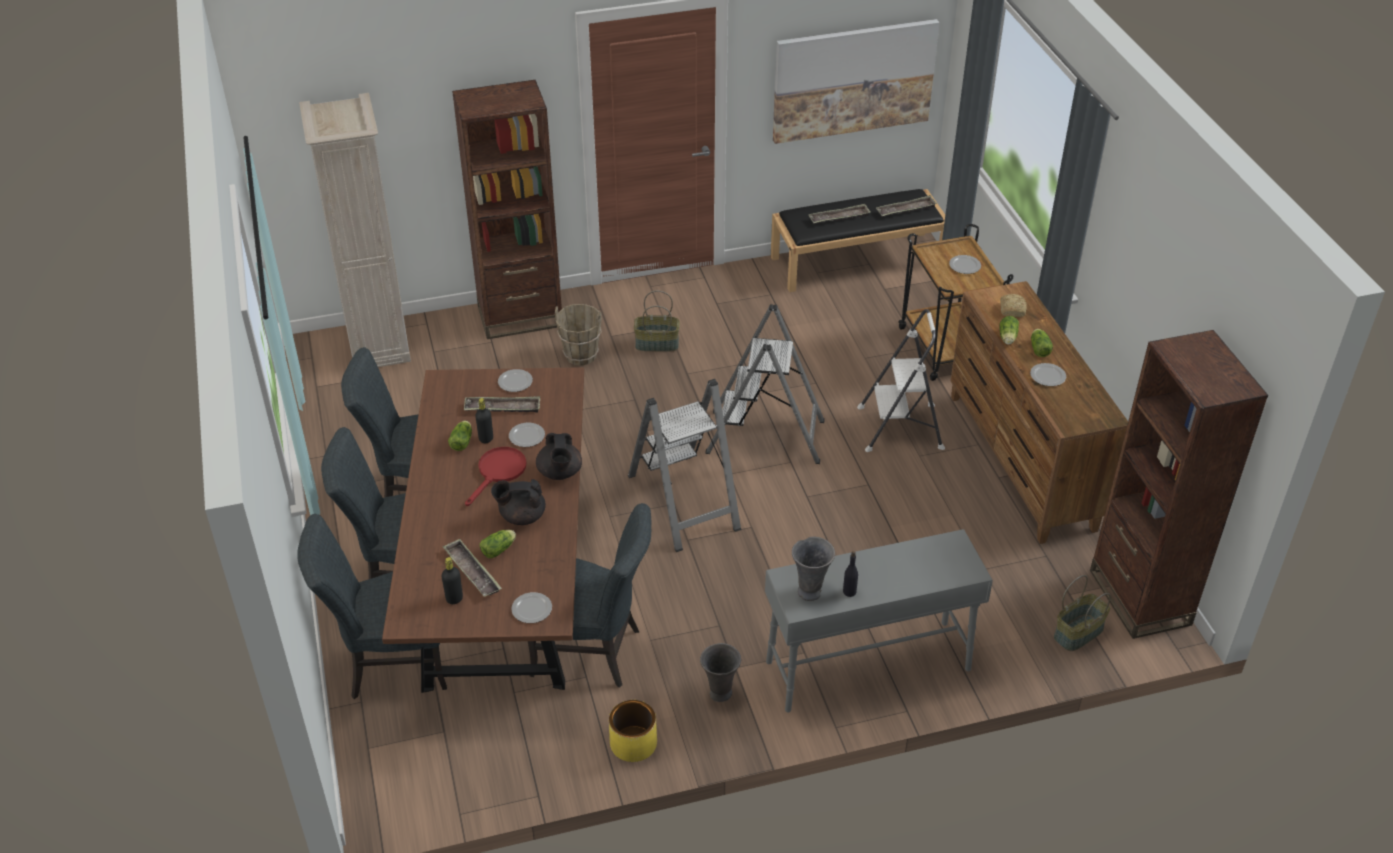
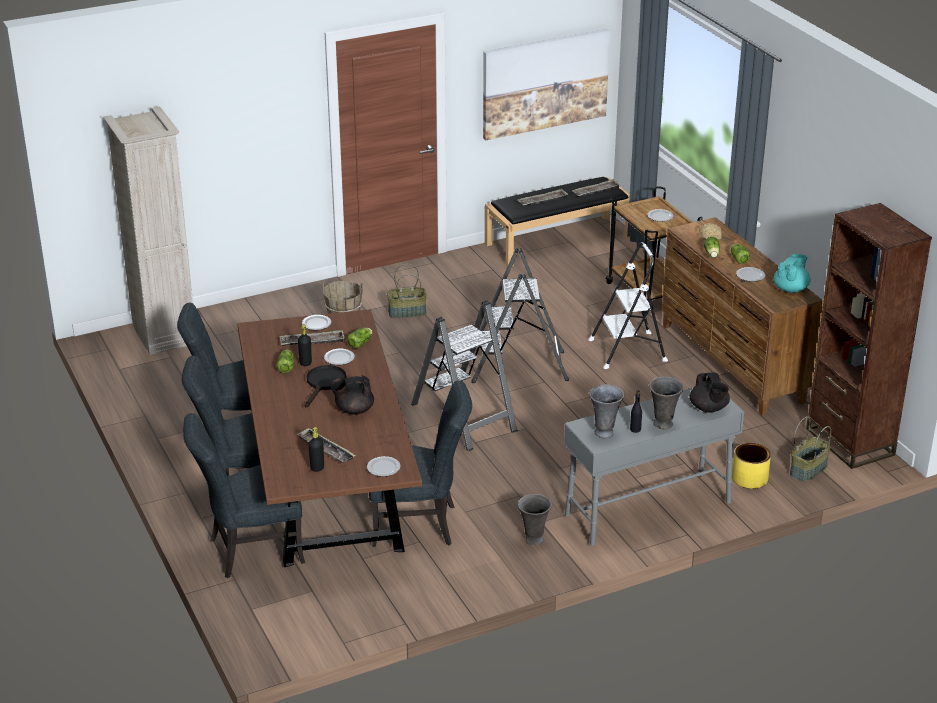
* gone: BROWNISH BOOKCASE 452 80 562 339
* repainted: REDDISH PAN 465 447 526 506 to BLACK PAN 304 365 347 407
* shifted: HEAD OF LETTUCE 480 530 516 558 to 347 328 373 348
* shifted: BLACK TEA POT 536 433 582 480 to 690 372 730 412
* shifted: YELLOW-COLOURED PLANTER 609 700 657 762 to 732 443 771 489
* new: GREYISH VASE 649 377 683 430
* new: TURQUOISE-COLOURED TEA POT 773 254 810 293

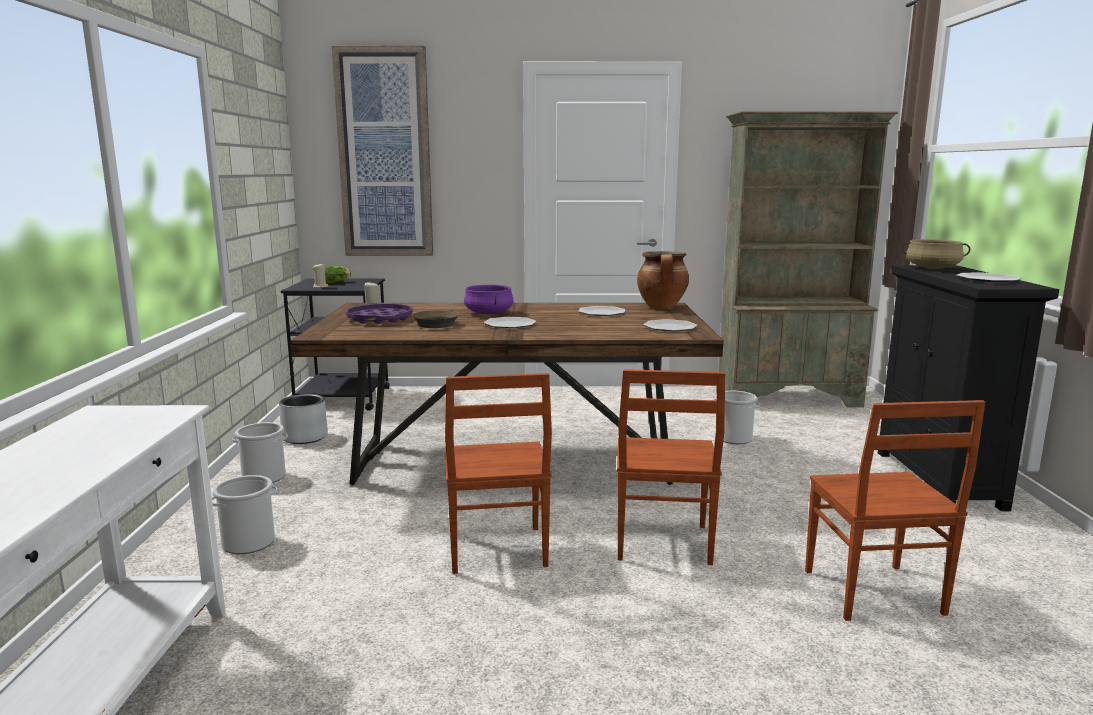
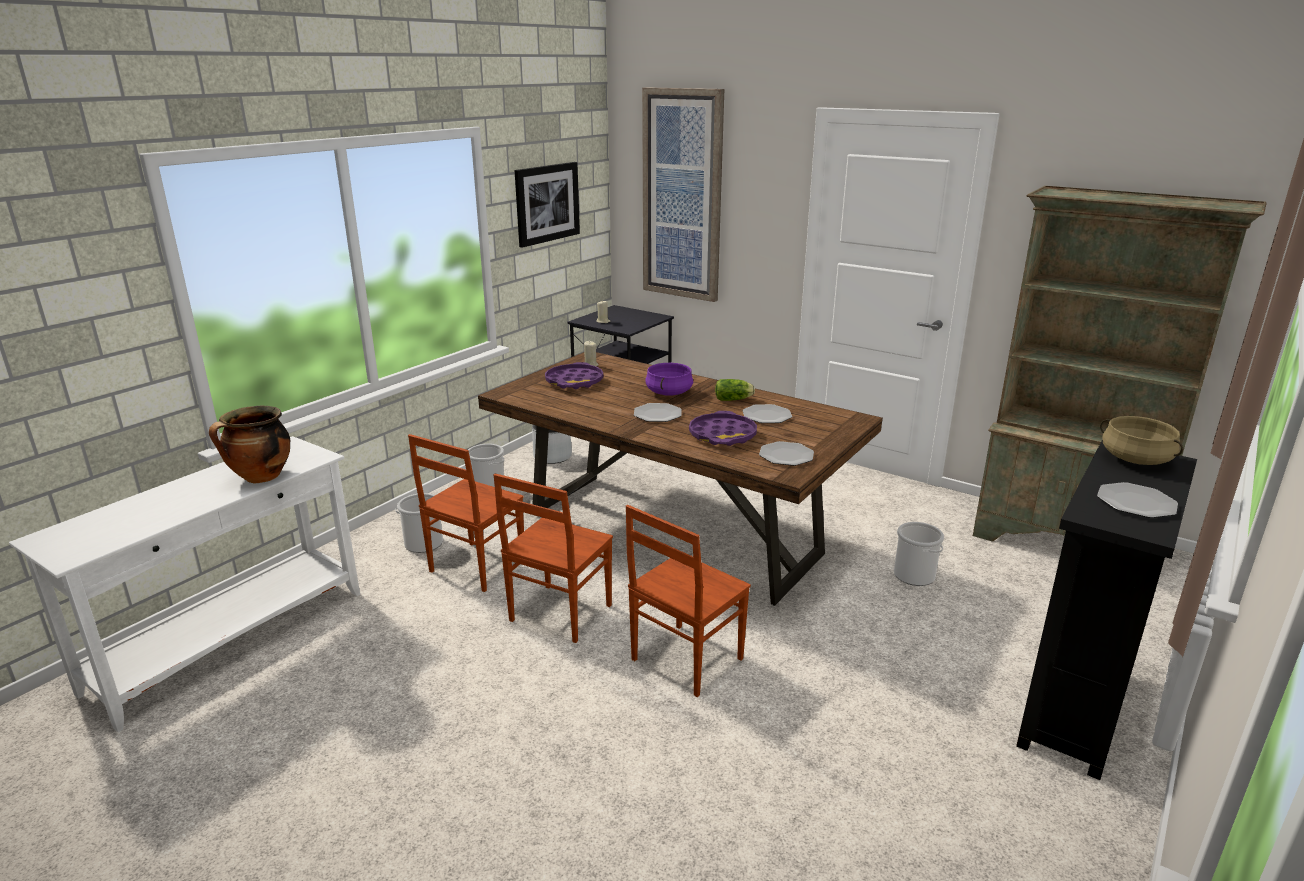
* shifted: HEAD OF LETTUCE 325 266 351 284 to 715 379 755 401
* gone: BROWNISH PAN 412 309 460 328
* shifted: SAUCEPOT 637 251 689 309 to 209 406 290 483
* shifted: BROWNISH CHAIR 805 400 986 621 to 408 434 524 592
* new: WALL ART 514 162 580 248
* new: PURPLISH CARRYING TRAY 689 411 757 446

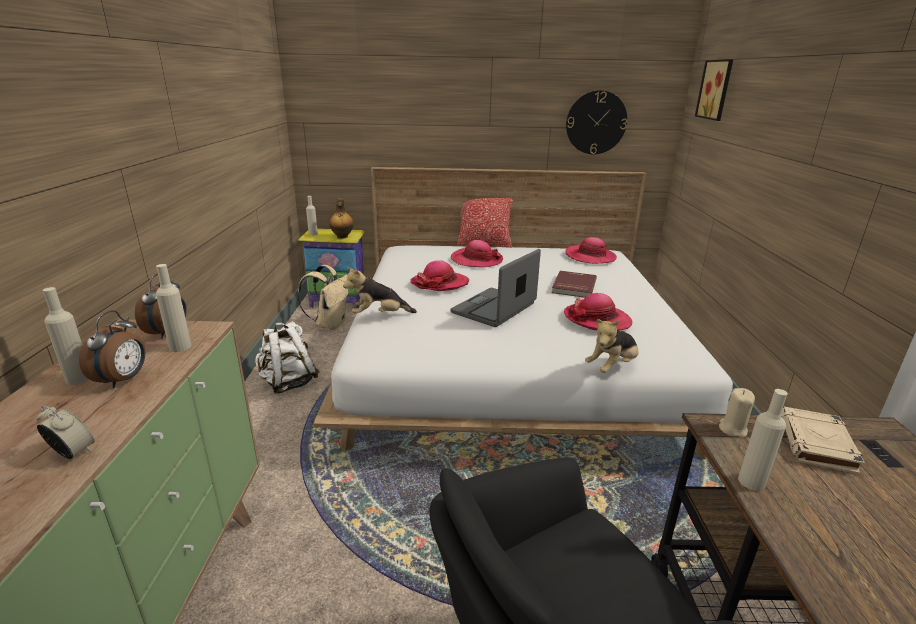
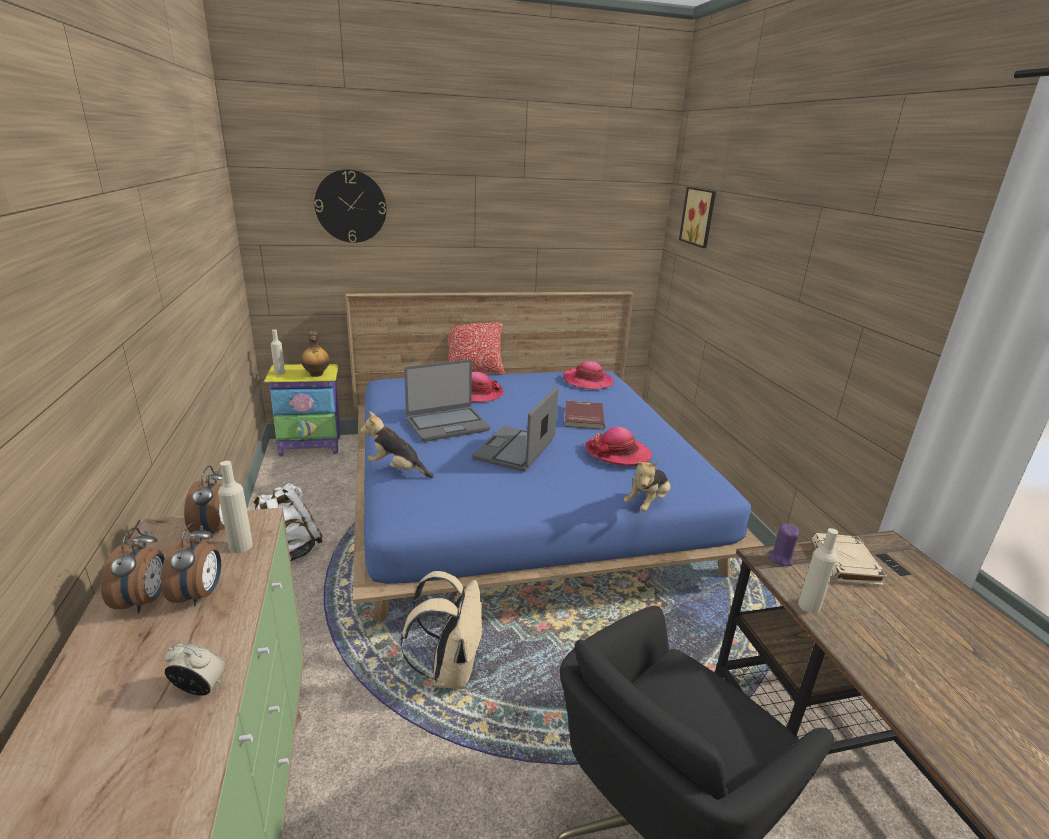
* swapped: BEIGE-COLOURED DRINK BOTTLE 43 287 89 385 to BEDSIDE CLOCK 101 527 165 613
* shifted: BEIGE-COLOURED KNAPSACK 298 265 349 330 to 401 571 484 689
* repainted: WHITE-COLOURED BED 313 167 733 459 to BLUE BED 345 292 764 623
* rotated: SOFT TOY 343 267 417 313 = 360 411 435 478 45 degrees clockwise
* swapped: HAT 410 260 469 291 to NOTEBOOK COMPUTER 404 360 490 442
* shifted: WALL CLOCK 566 90 627 154 to 314 169 386 243
* repainted: BEIGE-COLOURED WAX CANDLE 719 388 755 438 to PURPLISH WAX CANDLE 769 523 799 566

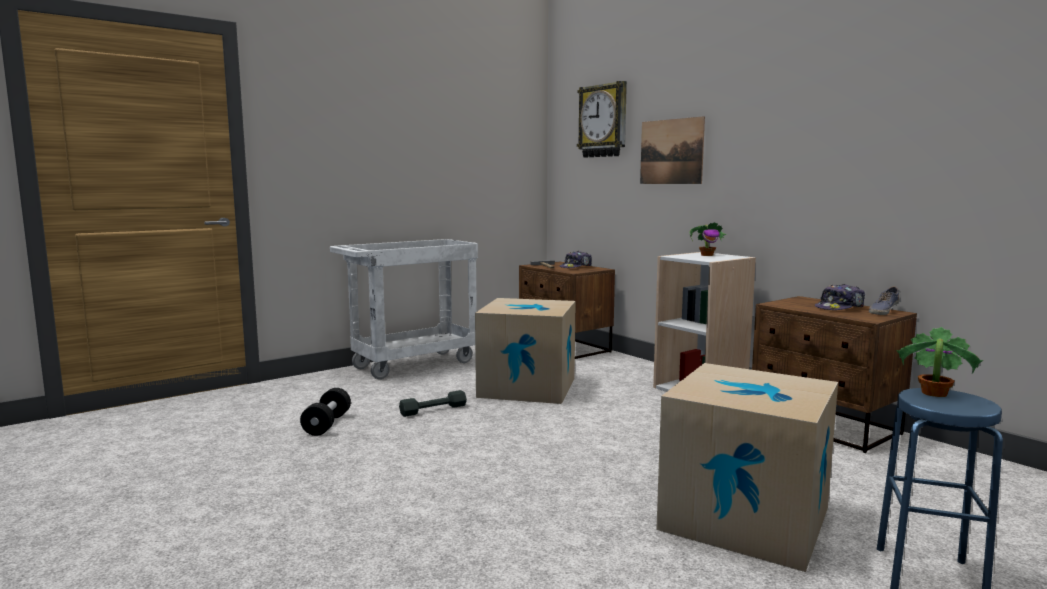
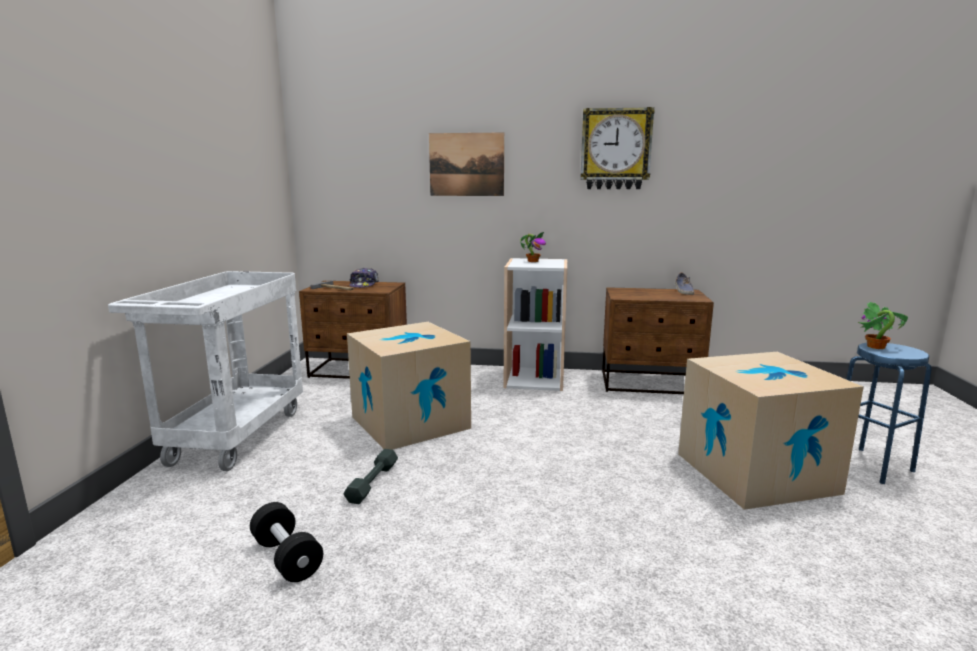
* shifted: WALL CLOCK 577 81 627 158 to 580 107 655 189
* gone: CAP 815 284 865 310

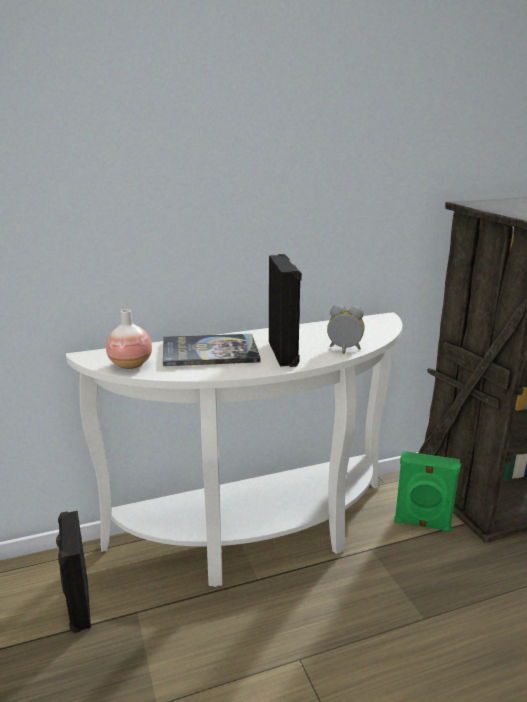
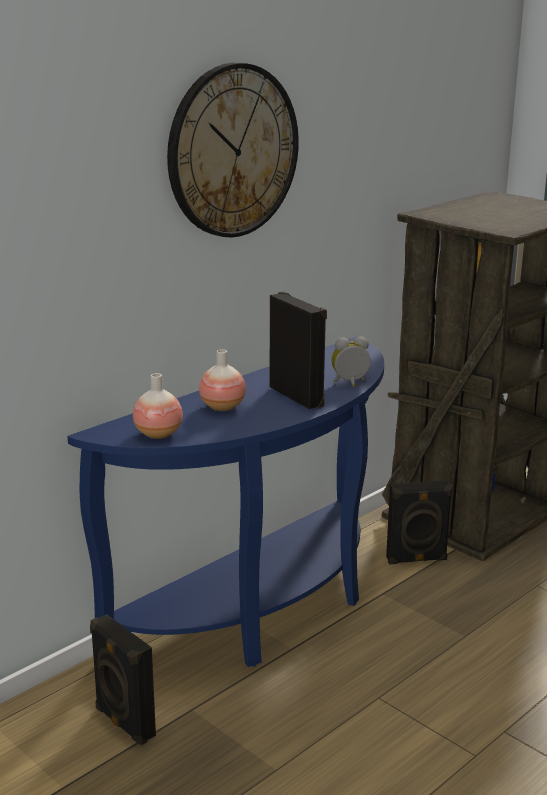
* repainted: WHITE-COLOURED CONSOLE TABLE 66 312 402 587 to BLUE CONSOLE TABLE 67 337 384 667
* swapped: BOOK 163 334 261 366 to VASE 199 349 246 411
* repainted: GREEN LOUDSPEAKER 394 451 461 532 to BLACK LOUDSPEAKER 386 480 453 564
* new: WALL CLOCK 167 63 299 237

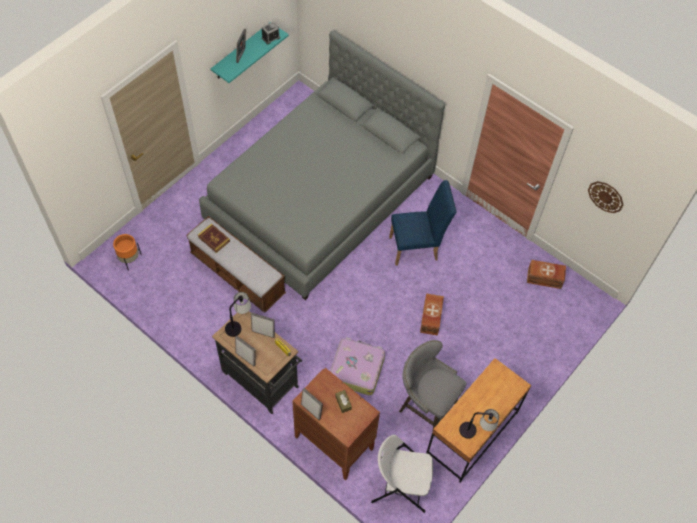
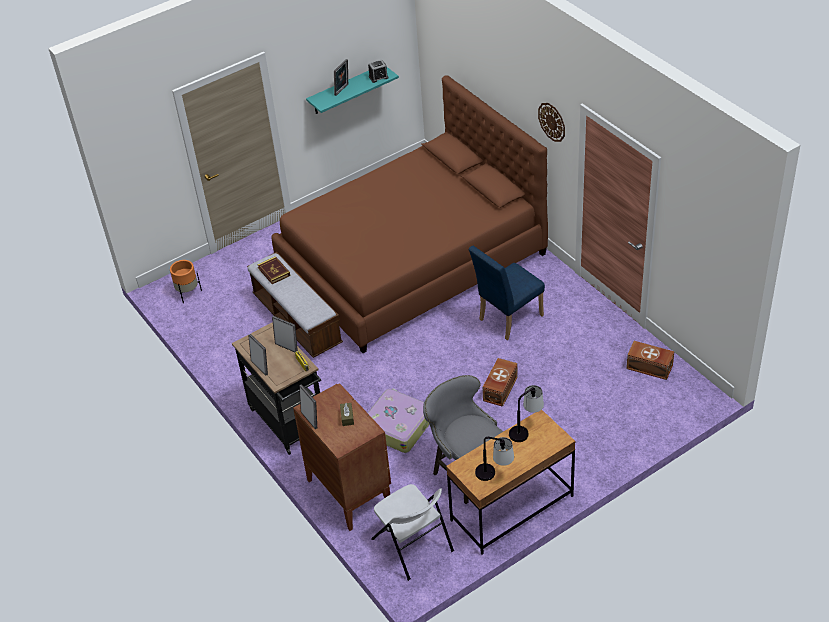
* repainted: GREYISH BED 199 31 445 300 to BROWNISH BED 271 75 548 353
* shifted: TABLE LAMP 225 292 251 337 to 509 385 544 442
* rotated: WHITE-COLOURED CHAIR 371 435 433 513 = 371 484 454 581 150 degrees counterclockwise
* rotated: BLUE CHAIR 389 180 457 265 = 469 246 545 340 135 degrees clockwise
* shifted: WALL CLOCK 588 181 623 213 to 538 103 565 142

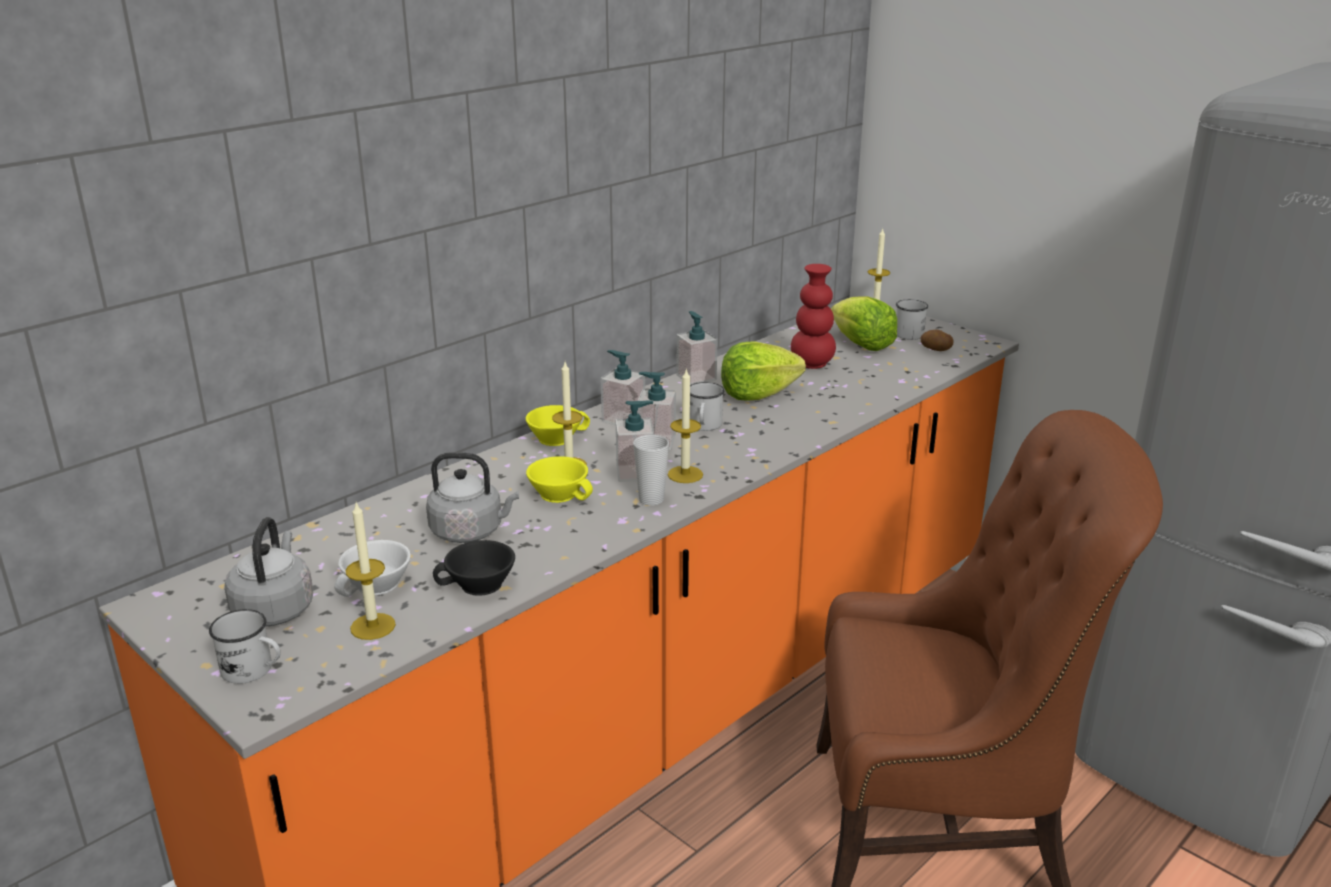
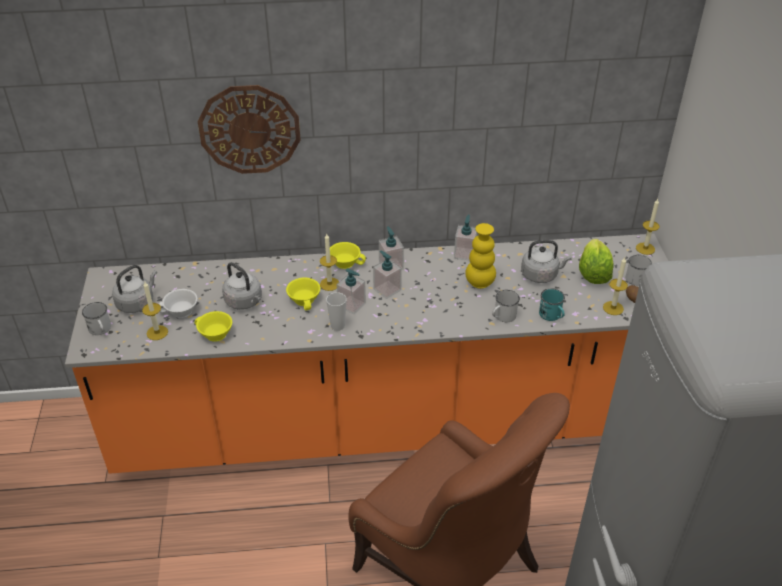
* repainted: BLACK DRINKING CUP 433 540 515 596 to YELLOW-COLOURED DRINKING CUP 194 311 232 342
* shifted: WAX CANDLE 668 368 703 483 to 603 257 628 315
* shifted: WHITE-COLOURED TEA MUG 690 382 724 431 to 492 290 520 322
* swapped: HEAD OF LETTUCE 721 341 806 401 to YELLOW-COLOURED VASE 465 223 496 289
* swapped: REDDISH VASE 791 264 836 369 to GREYISH WATER KETTLE 521 240 572 283
* new: WALL CLOCK 198 85 301 174
* new: TURQUOISE-COLOURED TEA MUG 539 288 565 321

